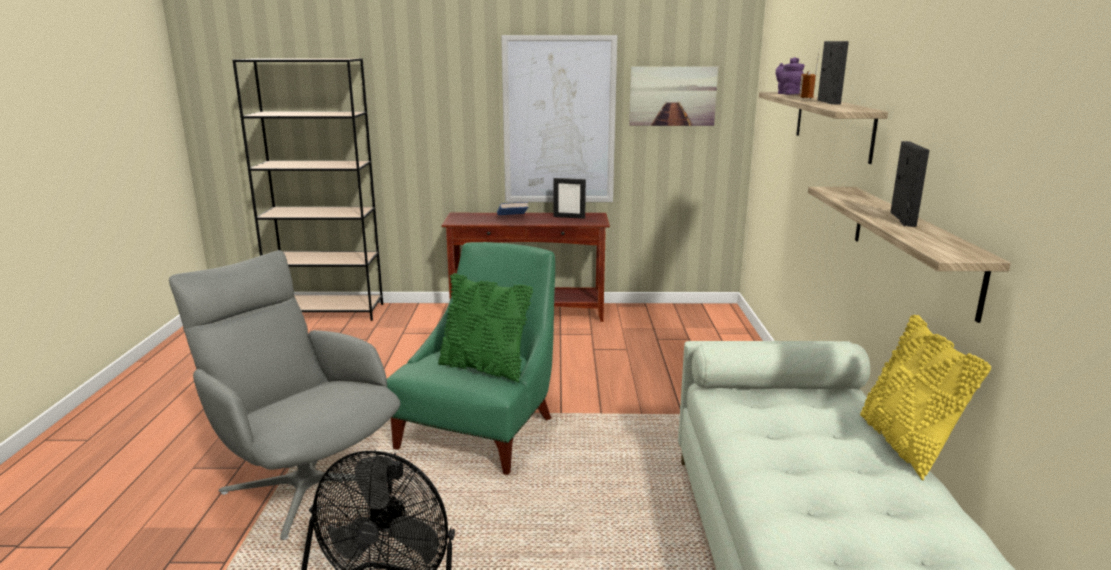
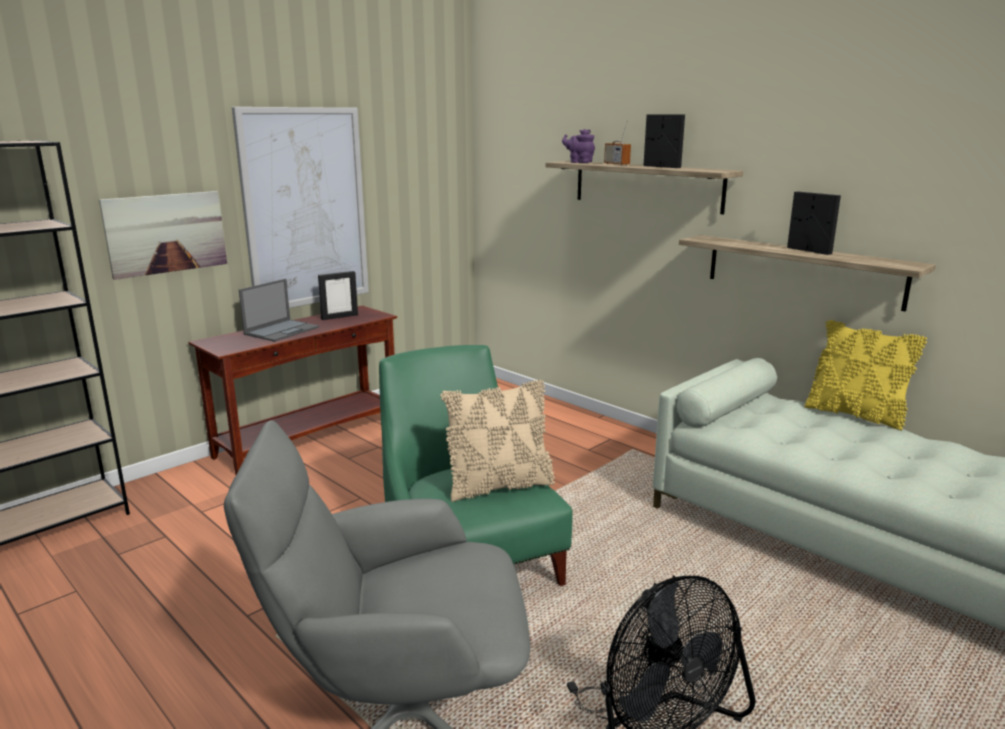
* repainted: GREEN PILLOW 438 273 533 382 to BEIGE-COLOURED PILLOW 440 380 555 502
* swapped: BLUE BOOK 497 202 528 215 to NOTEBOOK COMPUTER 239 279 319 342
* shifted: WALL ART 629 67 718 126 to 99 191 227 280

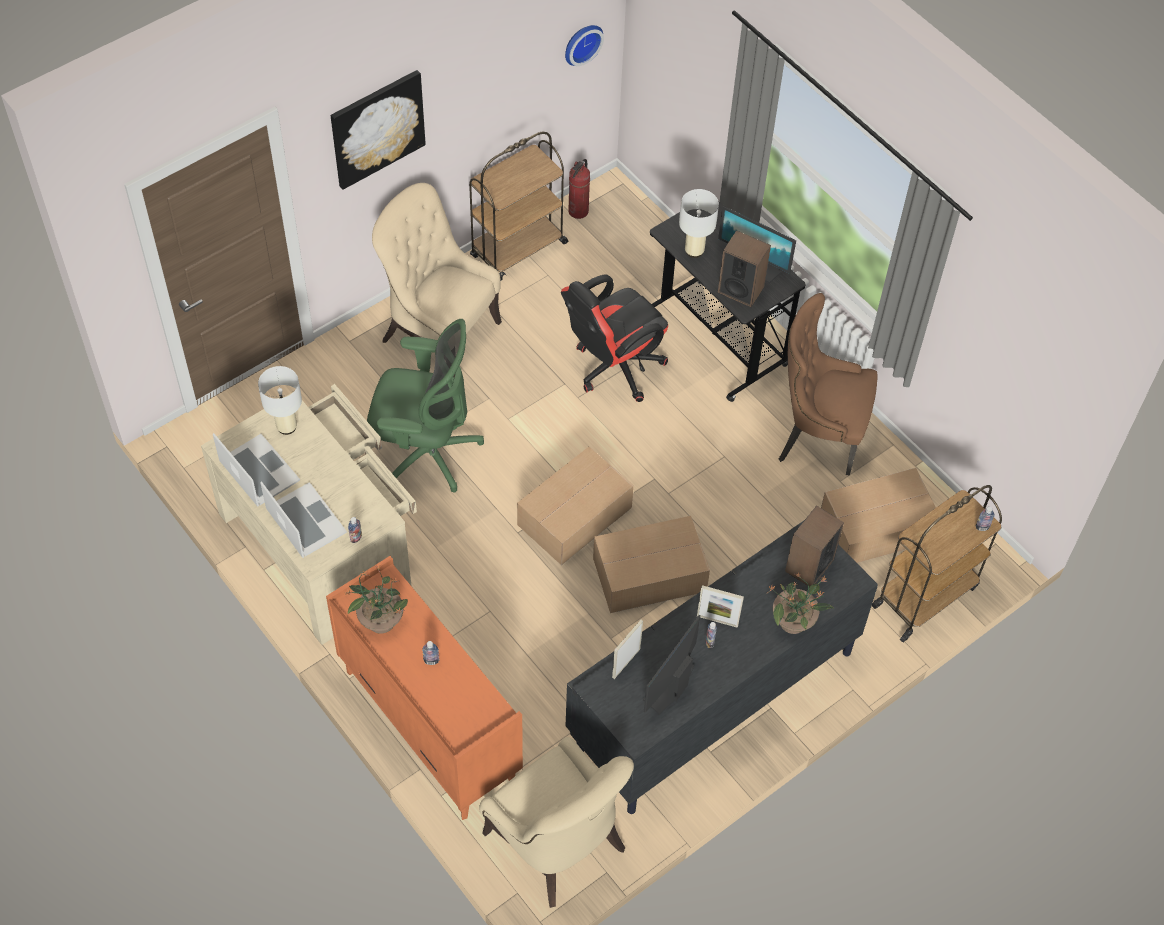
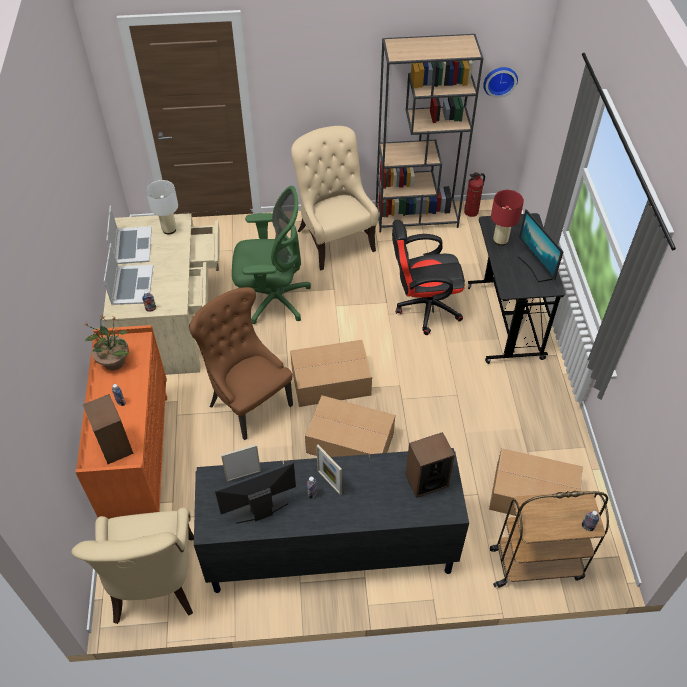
* gone: WALL ART 331 70 426 190
* rotated: GREEN COMPUTER CHAIR 367 319 484 492 = 232 186 311 324 45 degrees counterclockwise
* swapped: BROWNISH WHEELED CART 469 132 568 281 to BOOKCASE 376 34 483 233
* repainted: WHITE-COLOURED TABLE LAMP 679 189 719 258 to REDDISH TABLE LAMP 491 190 524 246
* shifted: LOUDSPEAKER 718 230 771 307 to 83 394 134 464
* gone: HOUSEPLANT 768 573 833 634
* shifted: BROWNISH CHAIR 779 293 877 476 to 189 287 293 440

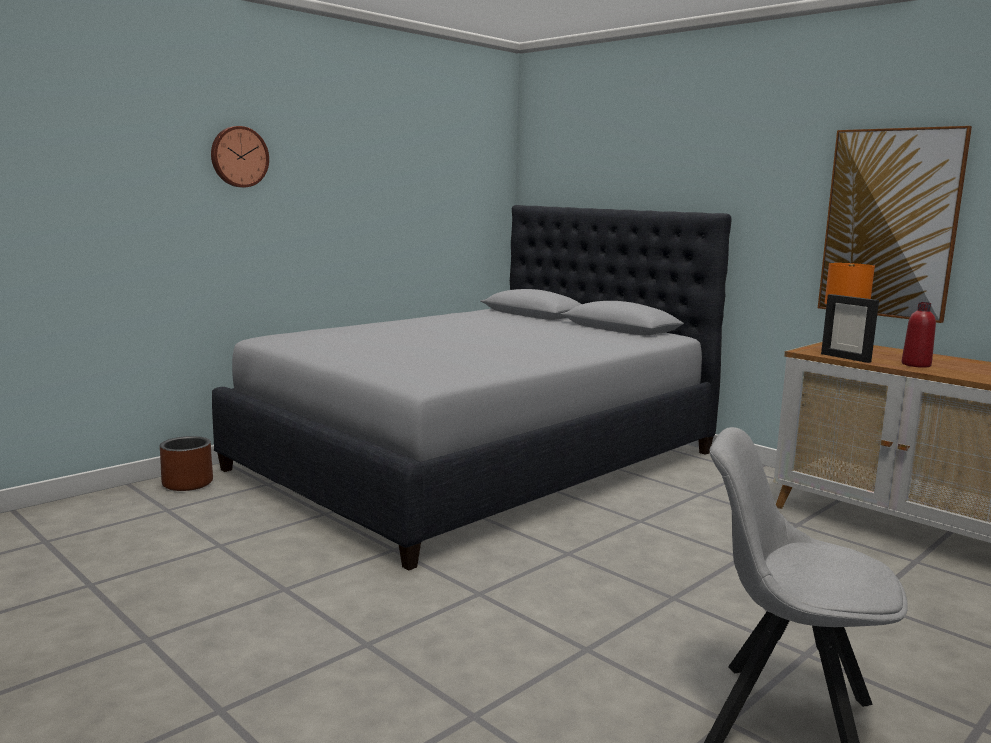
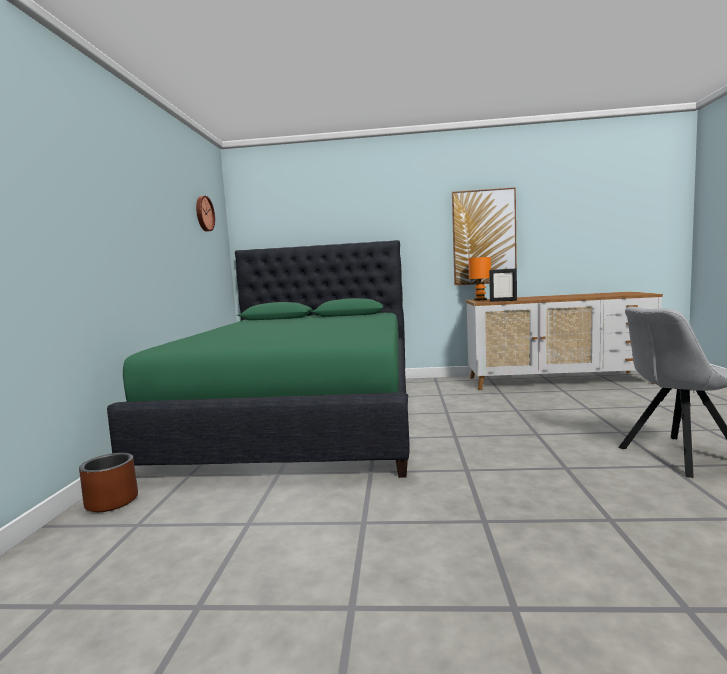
* shifted: WALL CLOCK 211 126 269 187 to 196 196 215 232
* repainted: GREYISH BED 212 205 731 570 to GREEN BED 107 240 410 478
* gone: REDDISH DRINK BOTTLE 902 302 936 368

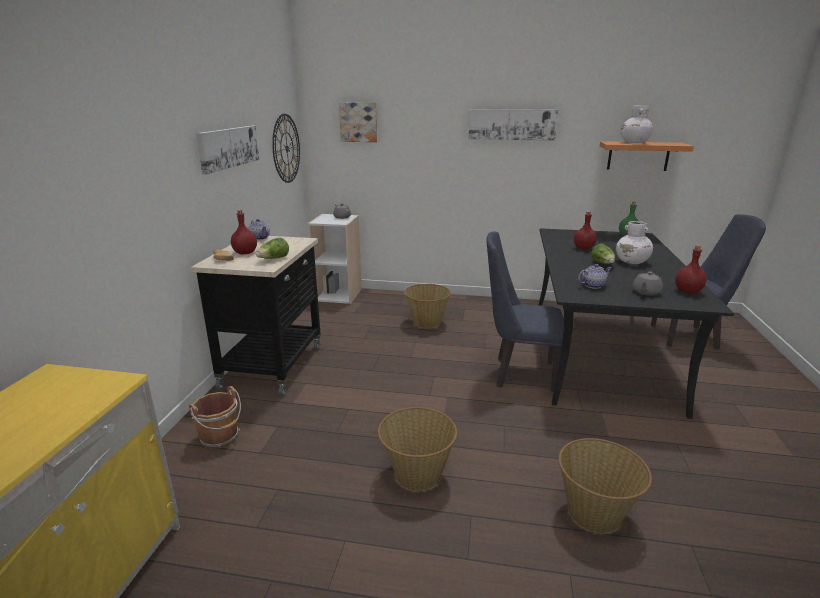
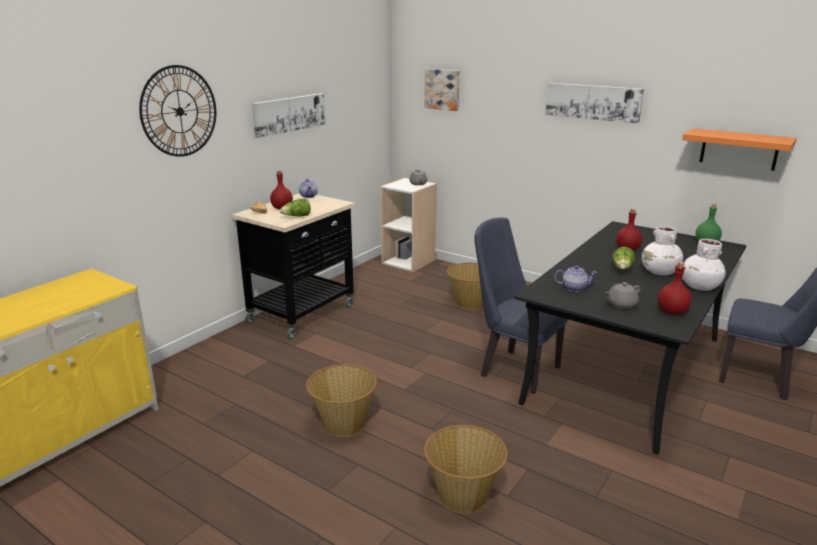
* gone: BROWNISH PAIL 189 386 241 449
* shifted: WALL CLOCK 272 114 300 183 to 139 65 216 157
* shifted: WHITE-COLOURED VASE 621 105 653 143 to 682 239 726 291

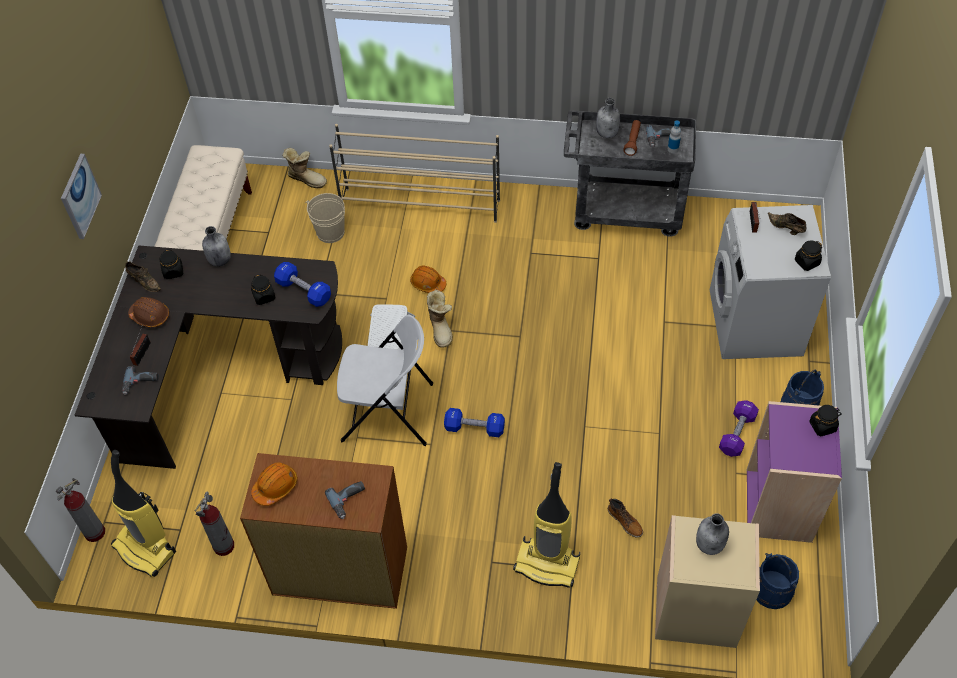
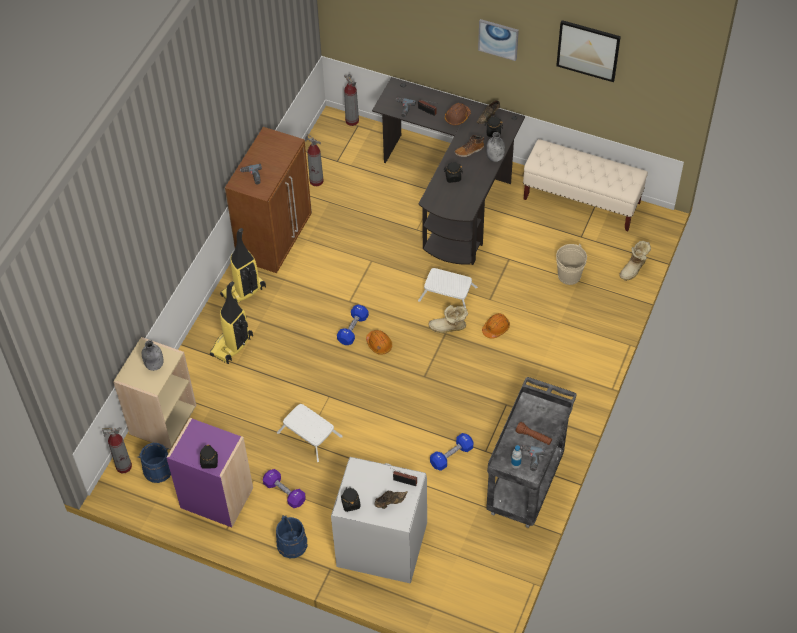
* shifted: HOOVER 111 450 176 577 to 220 228 266 304
* shifted: ORANGE HARD HAT 251 462 298 506 to 366 330 392 355
* shifted: BLUE DUMBBELL 274 262 331 307 to 430 433 473 471
* gone: BEIGE-COLOURED SHOE STAND 329 124 500 223
* gone: WHITE-COLOURED CHAIR 337 315 433 446
* gone: GREYISH DRINK BOTTLE 596 98 620 138
* shifted: BOOT 608 498 643 538 to 455 135 484 157
* new: FIRE-FIGHTING CYLINDER 102 427 132 473
* new: WHITE-COLOURED STEP LADDER 277 404 343 462
* new: WALL ART 556 20 621 82

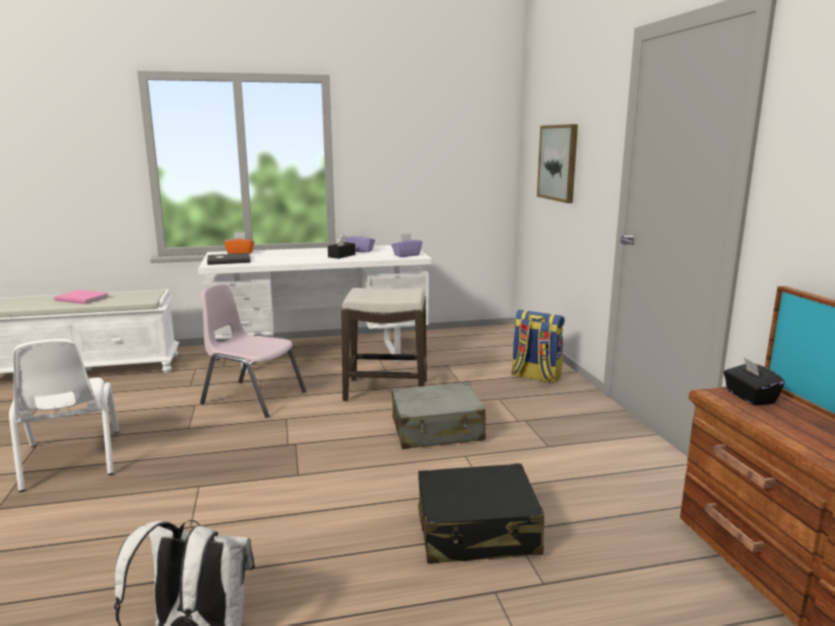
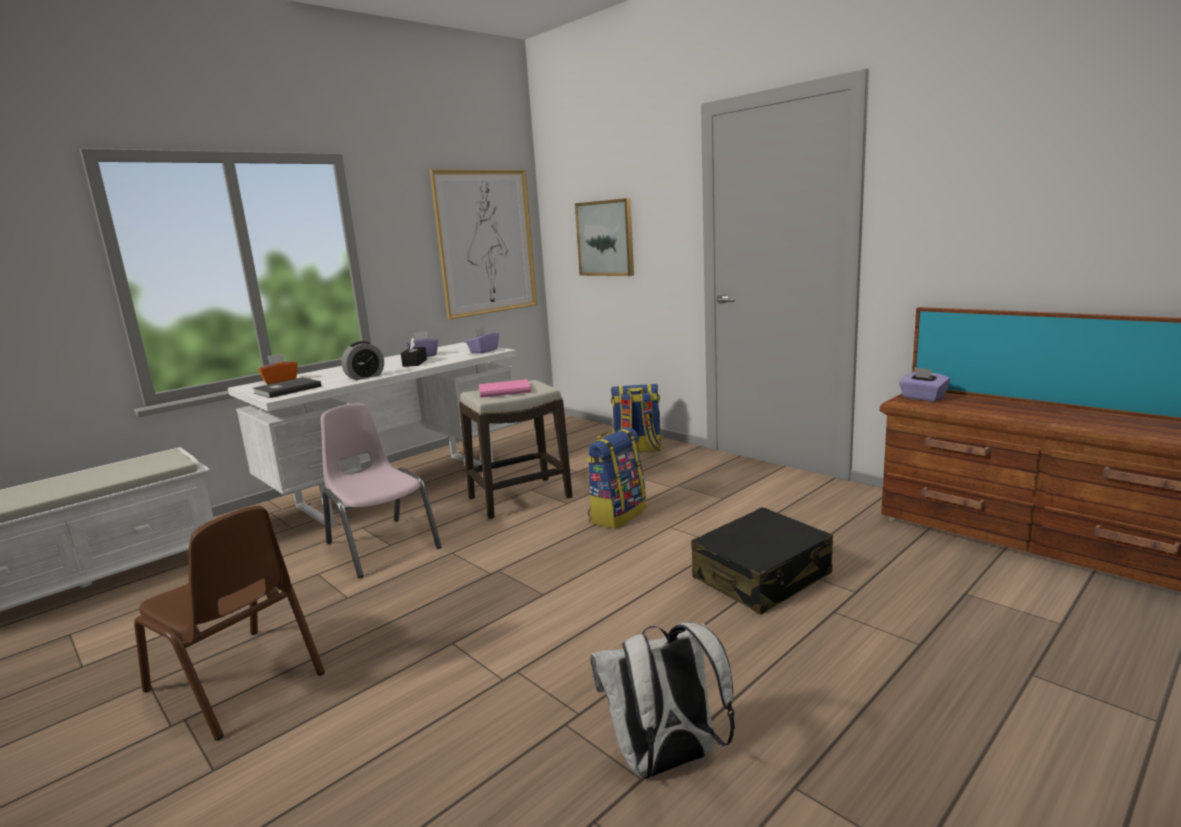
* repainted: WHITE-COLOURED CHAIR 9 339 119 492 to BROWNISH CHAIR 134 506 325 741
* shifted: PINKISH BOOK 54 290 109 304 to 479 379 531 398
* rotated: PINKISH CHAIR 200 284 306 418 = 321 403 442 578 60 degrees clockwise
* swapped: GREYISH PIECE OF LUGGAGE 392 382 486 449 to KNAPSACK 586 427 646 529
* repainted: BLACK TISSUE BOX 724 357 785 405 to PURPLISH TISSUE BOX 899 367 950 402
* new: BEDSIDE CLOCK 341 341 384 380
* new: WALL ART 430 169 537 320

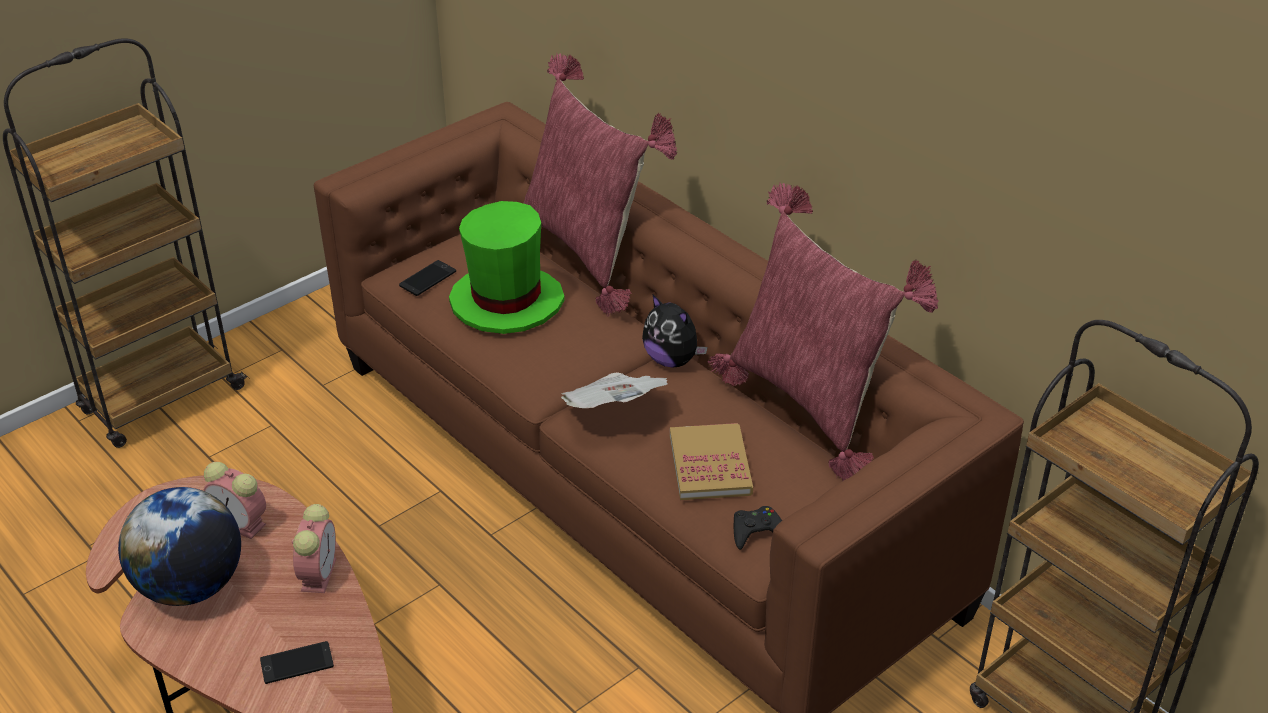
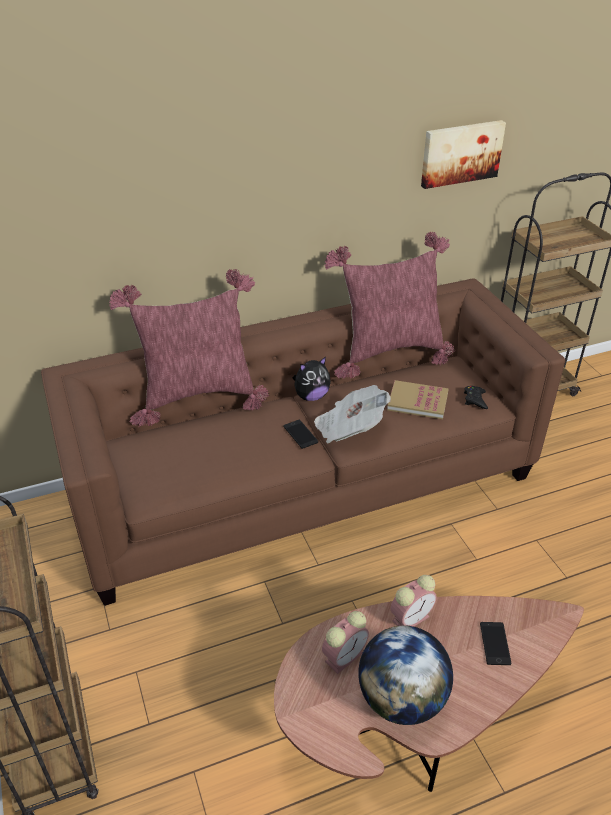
* rotated: BEDSIDE CLOCK 292 504 336 593 = 391 575 437 627 120 degrees clockwise
* shifted: HANDSET 399 260 456 296 to 283 420 318 449
* gone: GREEN HAT 449 201 565 334
* new: WALL ART 421 120 506 189

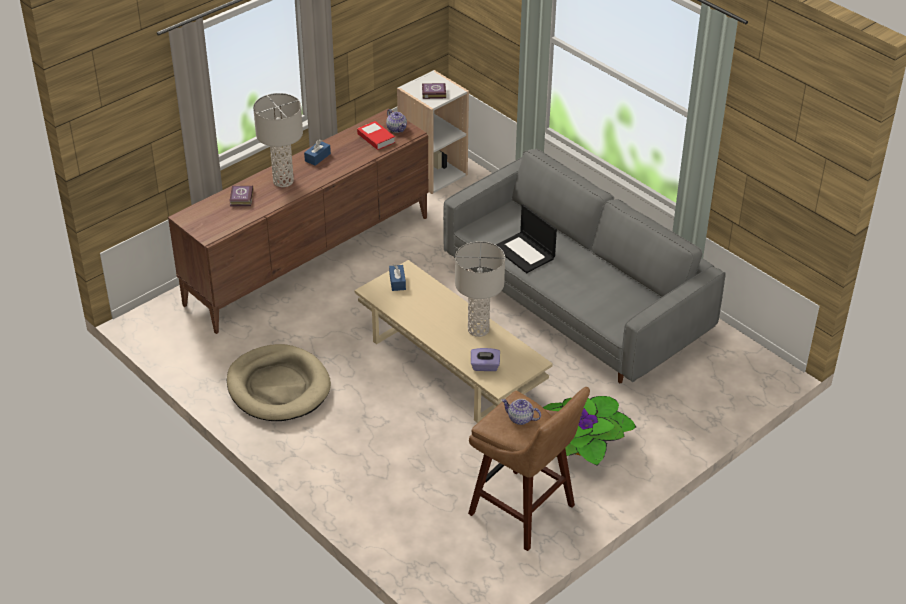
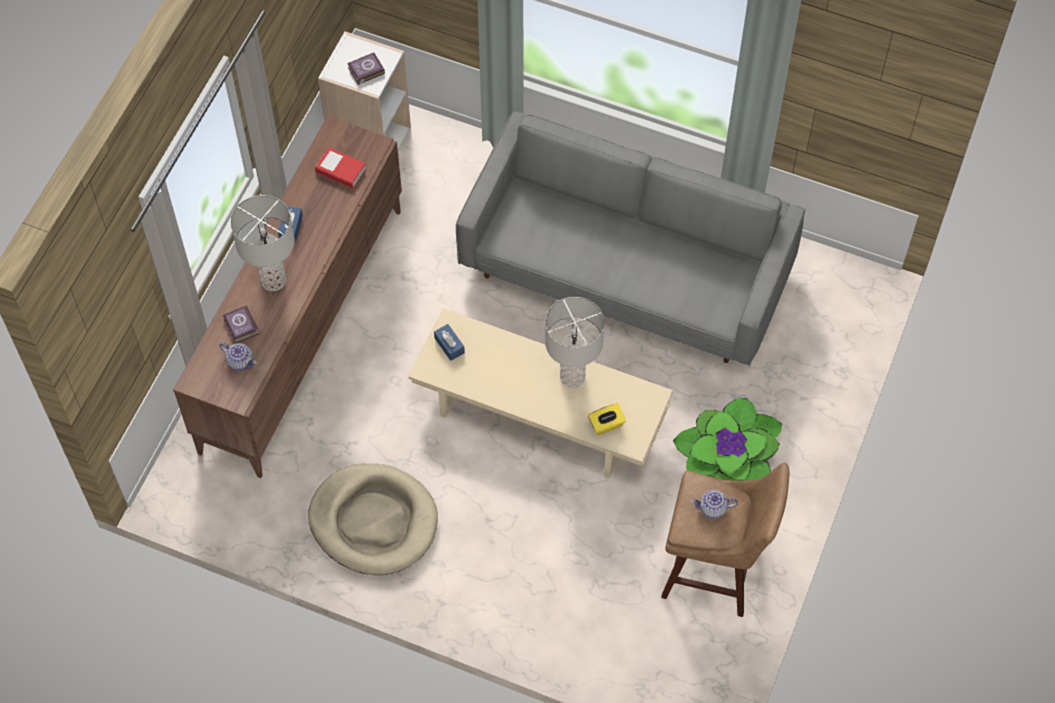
* shifted: TEA POT 386 109 407 133 to 220 342 257 371
* repainted: PURPLISH TISSUE BOX 471 348 500 371 to YELLOW-COLOURED TISSUE BOX 588 403 626 435
* gone: NOTEBOOK COMPUTER 496 204 557 273

